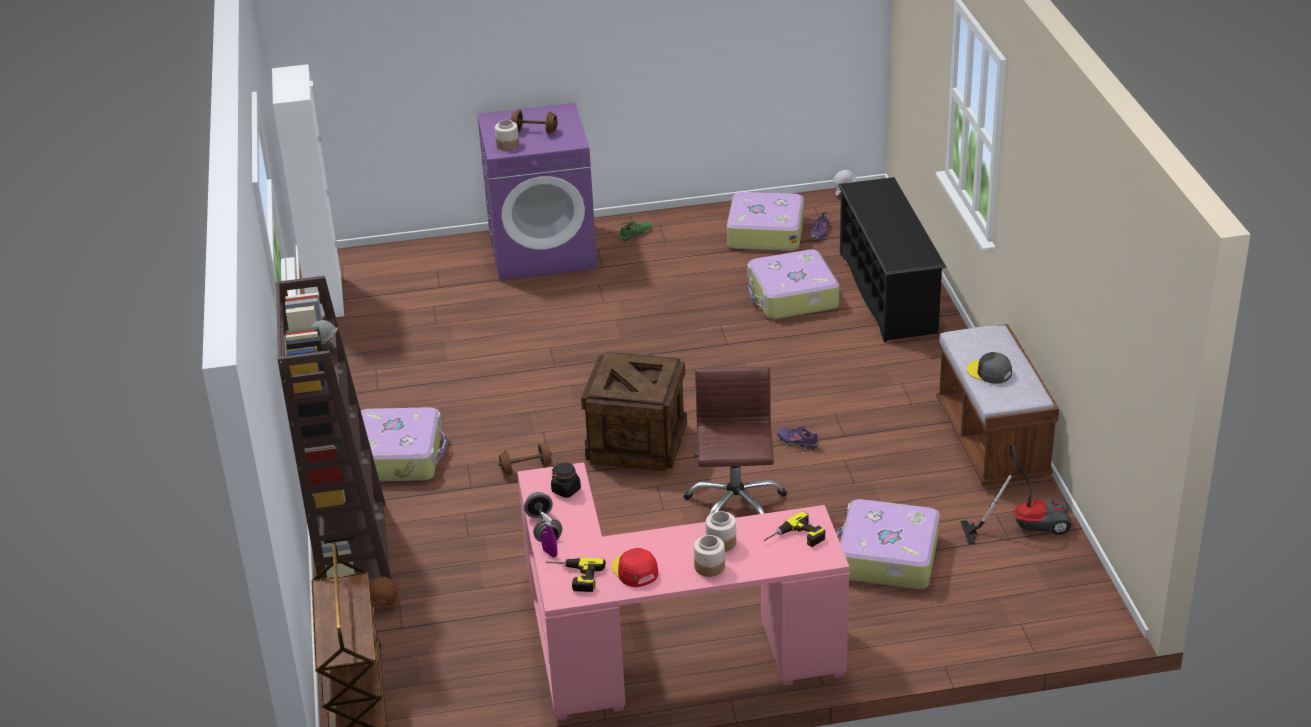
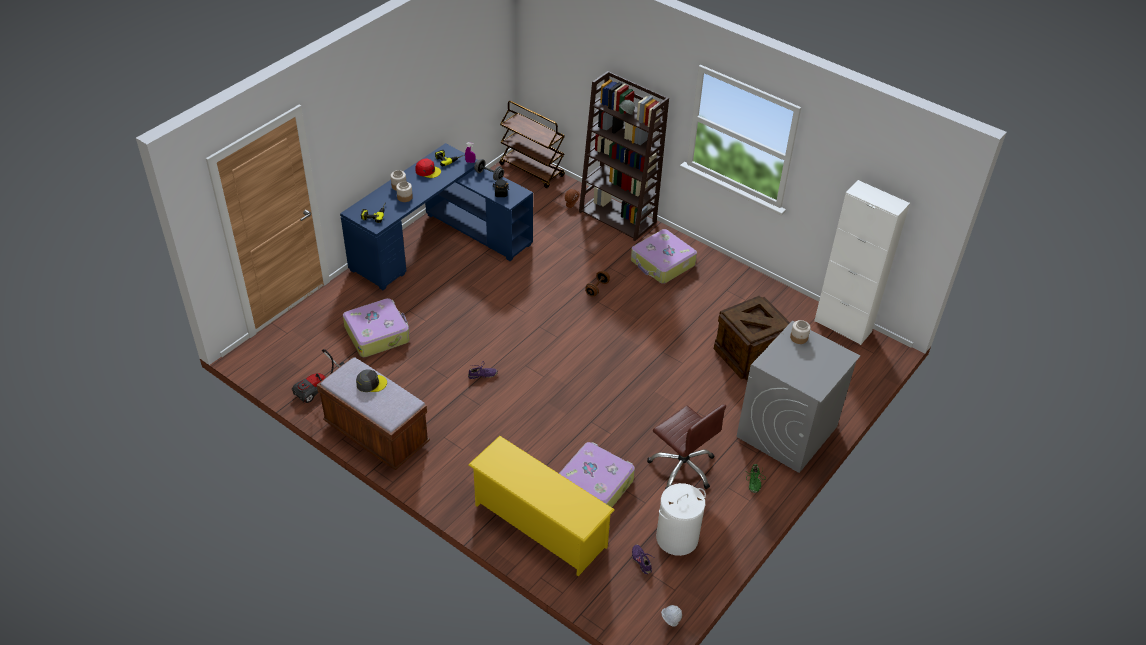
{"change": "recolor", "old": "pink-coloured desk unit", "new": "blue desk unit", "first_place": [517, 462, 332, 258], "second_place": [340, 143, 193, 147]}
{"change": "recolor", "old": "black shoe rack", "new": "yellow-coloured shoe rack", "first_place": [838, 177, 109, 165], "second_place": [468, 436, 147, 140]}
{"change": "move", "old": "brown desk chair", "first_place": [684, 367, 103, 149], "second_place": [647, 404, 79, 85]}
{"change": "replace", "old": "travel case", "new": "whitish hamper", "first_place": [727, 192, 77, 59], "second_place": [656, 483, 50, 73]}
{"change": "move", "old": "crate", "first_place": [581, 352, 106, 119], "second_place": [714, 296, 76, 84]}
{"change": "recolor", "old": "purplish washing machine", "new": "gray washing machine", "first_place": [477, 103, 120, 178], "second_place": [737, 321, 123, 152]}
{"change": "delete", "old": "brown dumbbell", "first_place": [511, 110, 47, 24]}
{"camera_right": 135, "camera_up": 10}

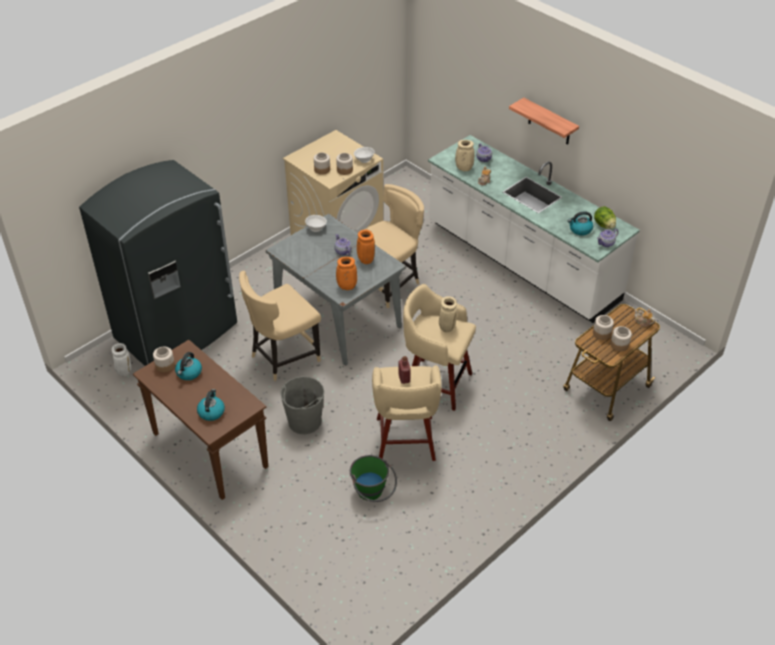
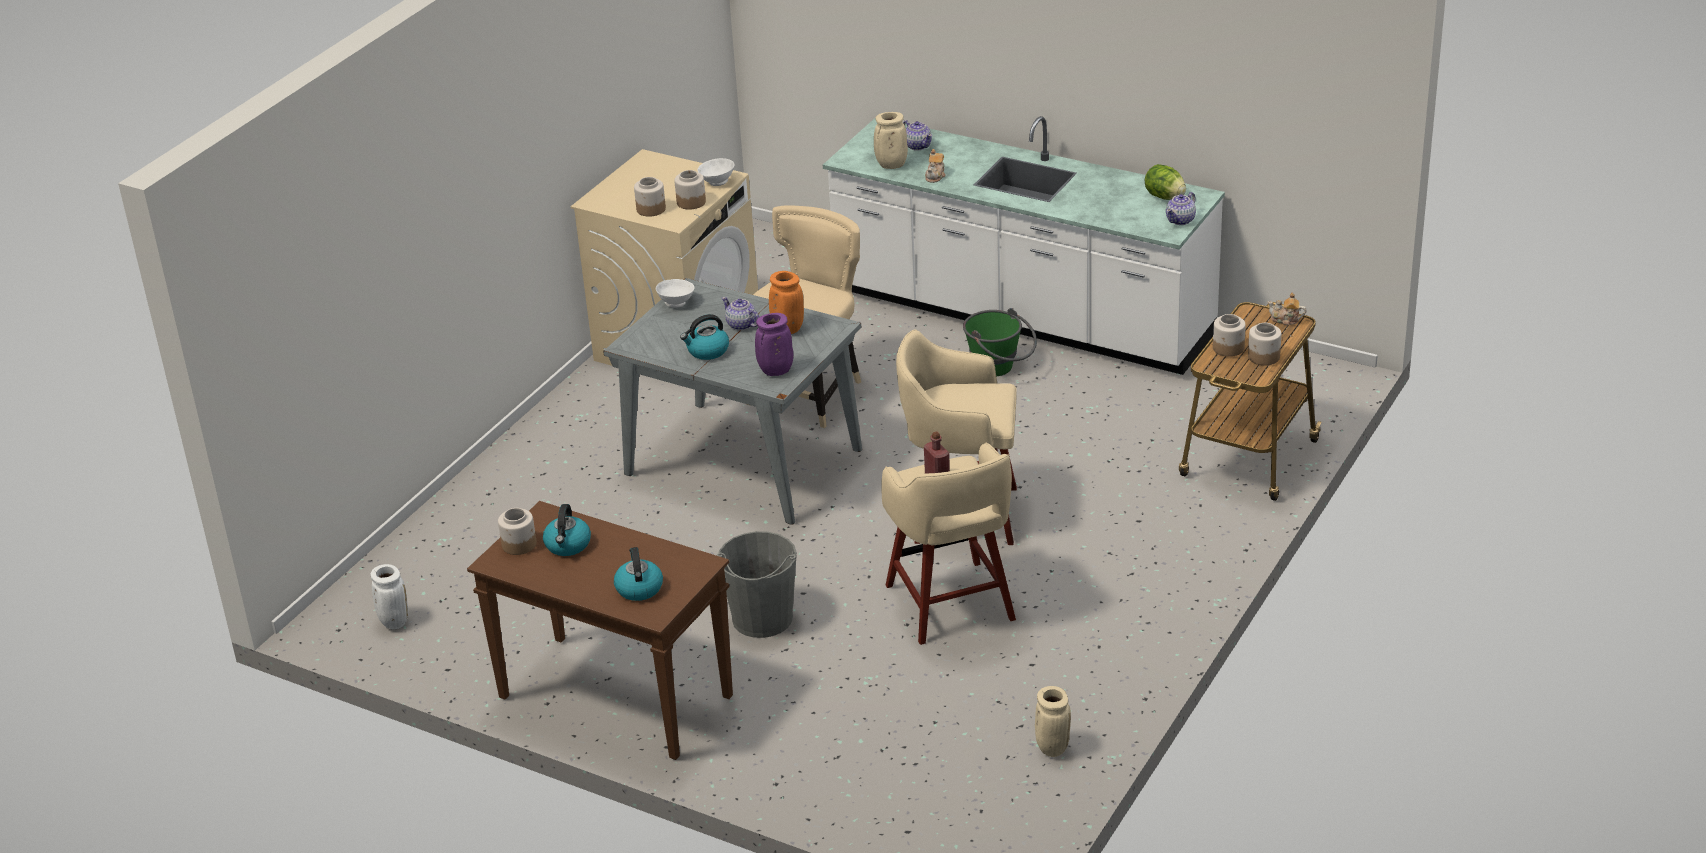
{"change": "move", "old": "kettle", "first_place": [568, 211, 25, 24], "second_place": [680, 314, 49, 46]}
{"change": "recolor", "old": "orange-coloured vase", "new": "purplish vase", "first_place": [336, 257, 21, 33], "second_place": [755, 313, 38, 63]}
{"change": "move", "old": "greenish bucket", "first_place": [350, 455, 47, 47], "second_place": [963, 308, 74, 68]}
{"change": "move", "old": "beige vase", "first_place": [439, 296, 19, 36], "second_place": [1035, 686, 36, 71]}
{"change": "delete", "old": "gray kitchen fridge", "first_place": [79, 160, 158, 206]}
{"change": "delete", "old": "beige chair", "first_place": [239, 271, 82, 110]}
{"change": "delete", "old": "shelf", "first_place": [509, 98, 70, 46]}
{"camera_right": -15, "camera_up": -10}

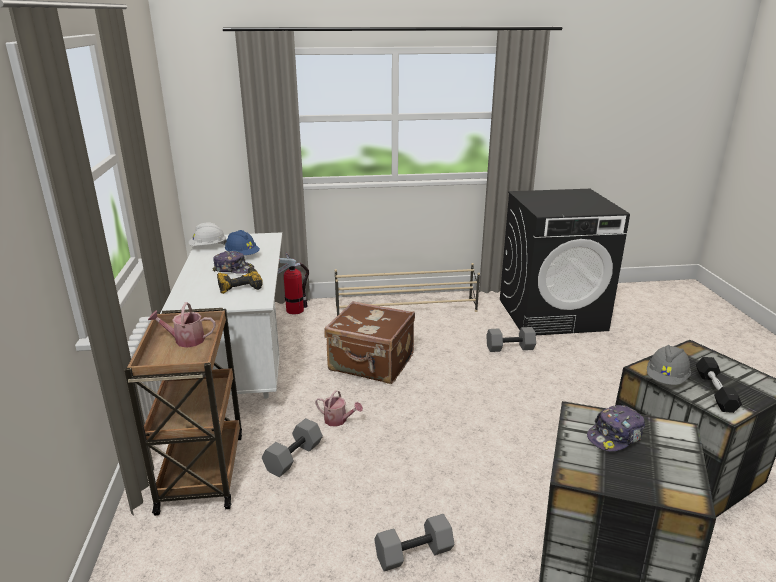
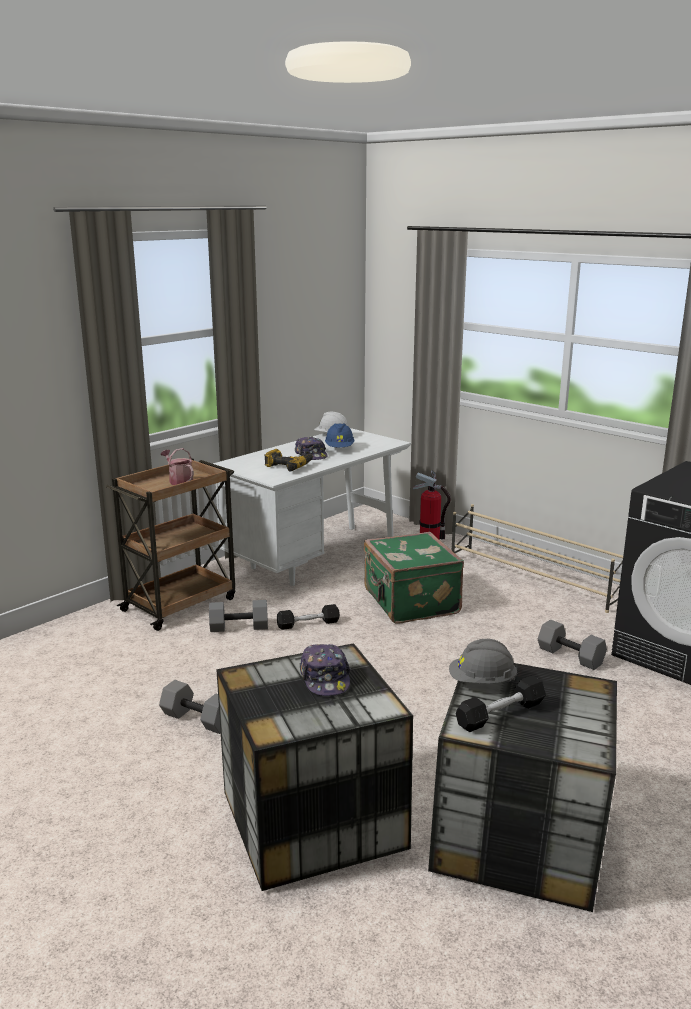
{"change": "replace", "old": "sprinkling can", "new": "black dumbbell", "first_place": [315, 390, 48, 37], "second_place": [277, 604, 63, 26]}
{"change": "rotate", "old": "peaked cap", "first_place": [587, 405, 58, 47], "second_place": [300, 644, 51, 52], "degrees": -120}
{"change": "recolor", "old": "brown travel case", "new": "greenish travel case", "first_place": [324, 301, 91, 83], "second_place": [364, 532, 100, 92]}
{"camera_right": 50, "camera_up": -5}

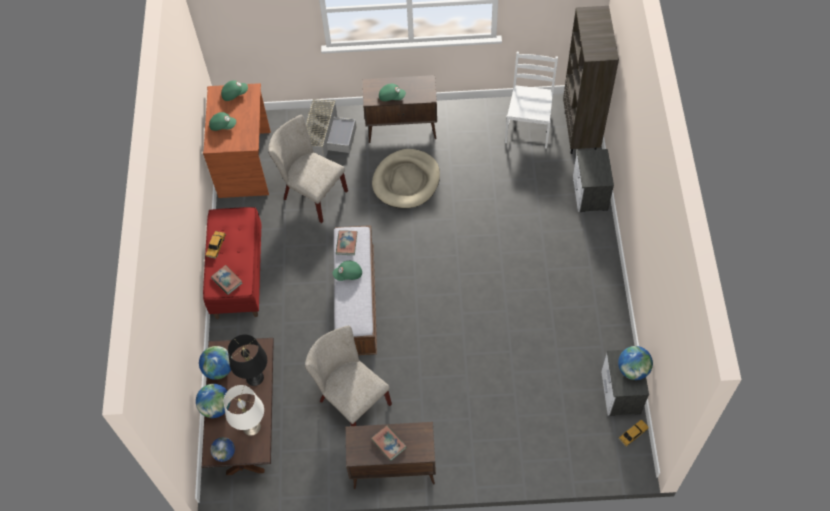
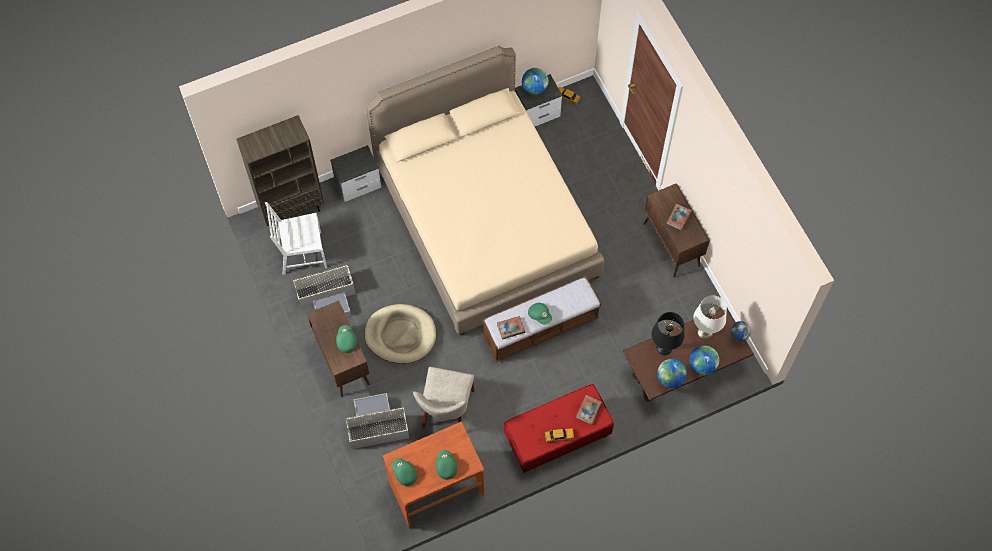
{"change": "insert", "new": "gray storage container", "second_place": [293, 265, 63, 52]}
{"change": "insert", "new": "beige bed", "second_place": [366, 46, 238, 290]}
{"change": "delete", "old": "beige chair", "first_place": [305, 325, 87, 101]}
{"camera_right": -115, "camera_up": 5}

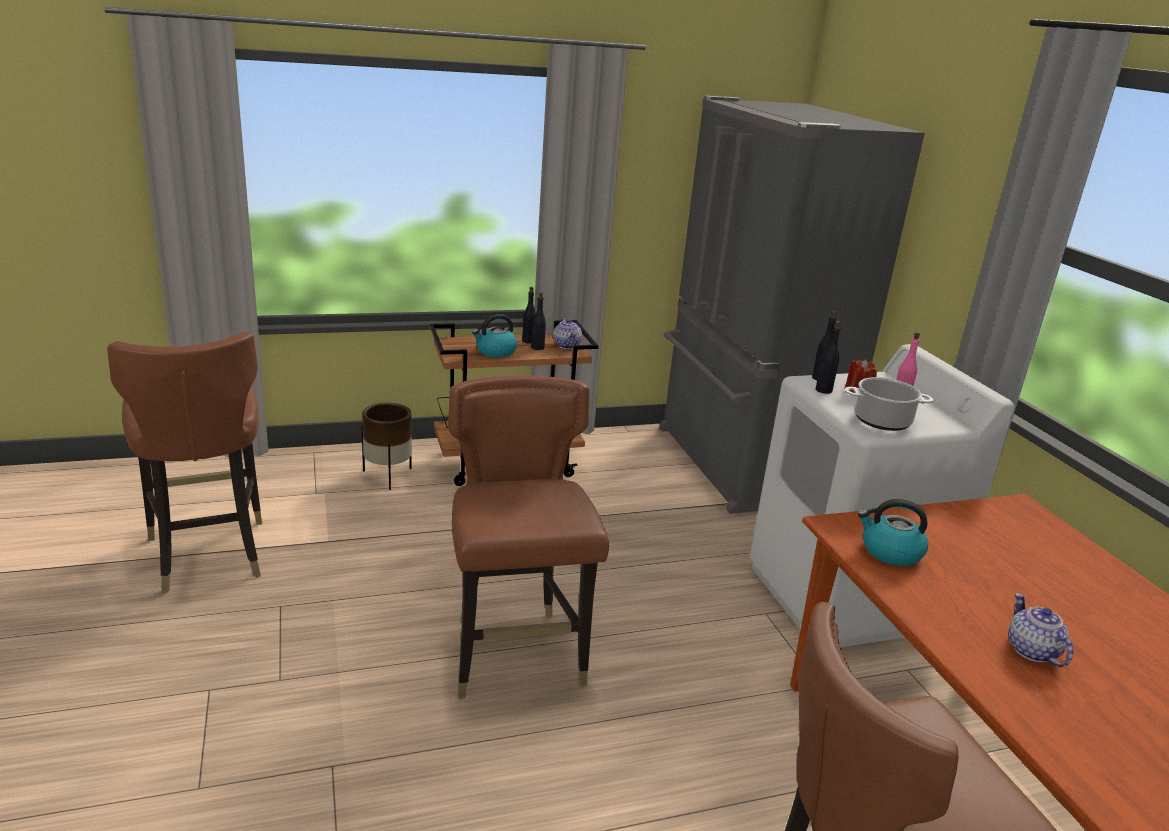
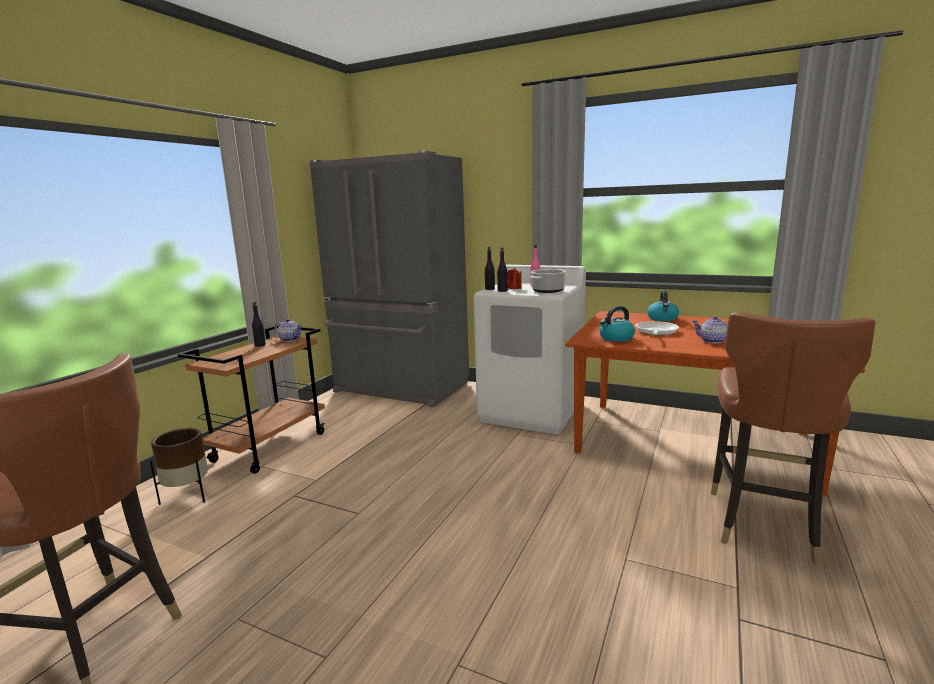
{"change": "insert", "new": "frying pan", "second_place": [635, 321, 44, 14]}
{"change": "move", "old": "kettle", "first_place": [472, 314, 46, 43], "second_place": [647, 290, 32, 31]}
{"change": "delete", "old": "brown chair", "first_place": [448, 375, 161, 324]}
{"change": "delete", "old": "black drink bottle", "first_place": [531, 292, 15, 58]}
{"camera_right": -45, "camera_up": -10}

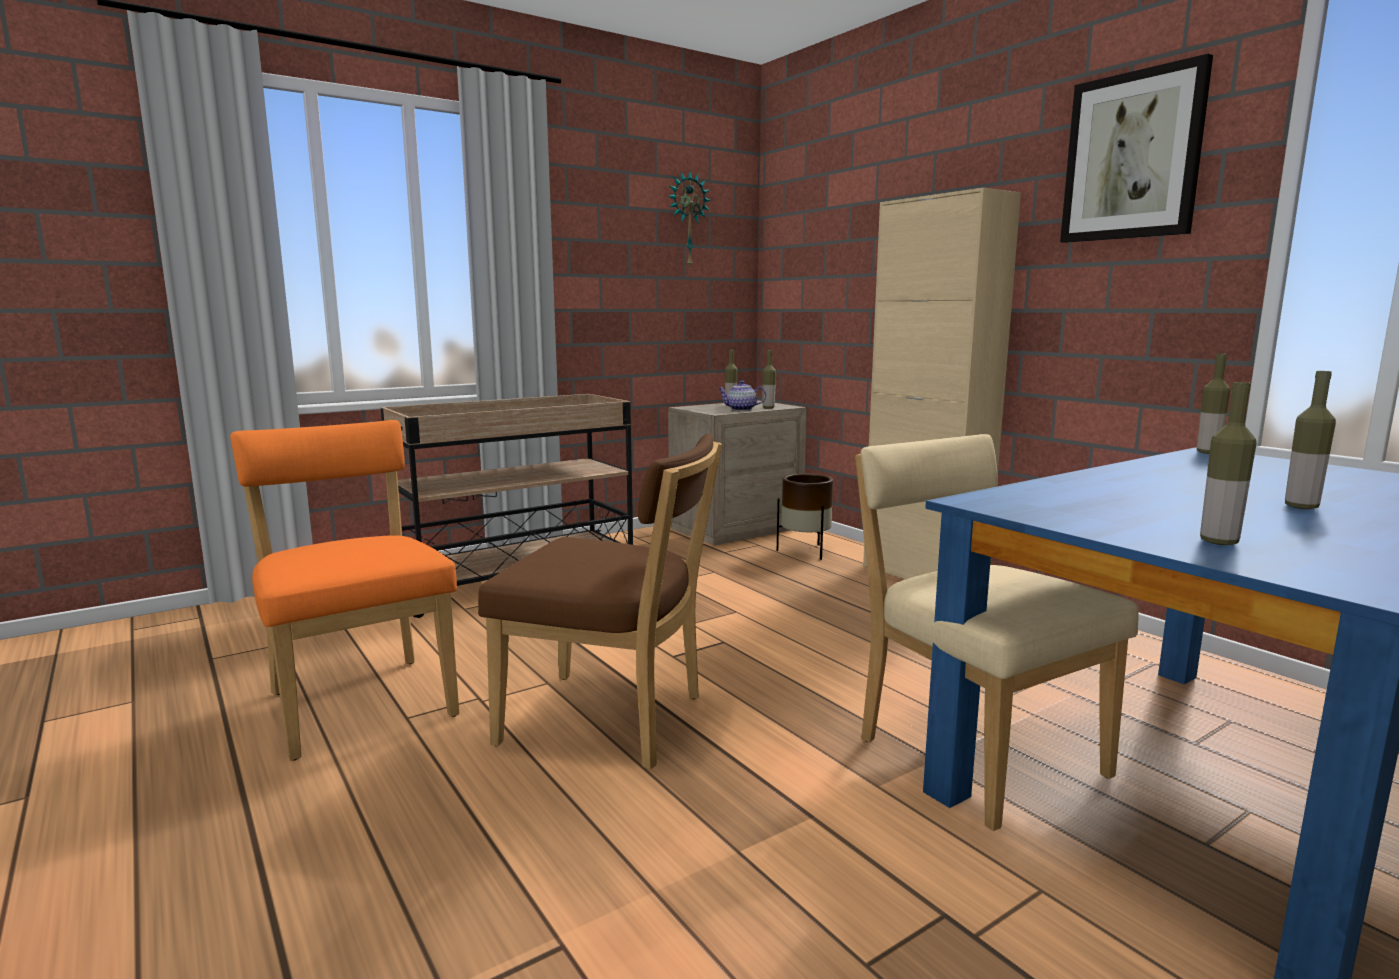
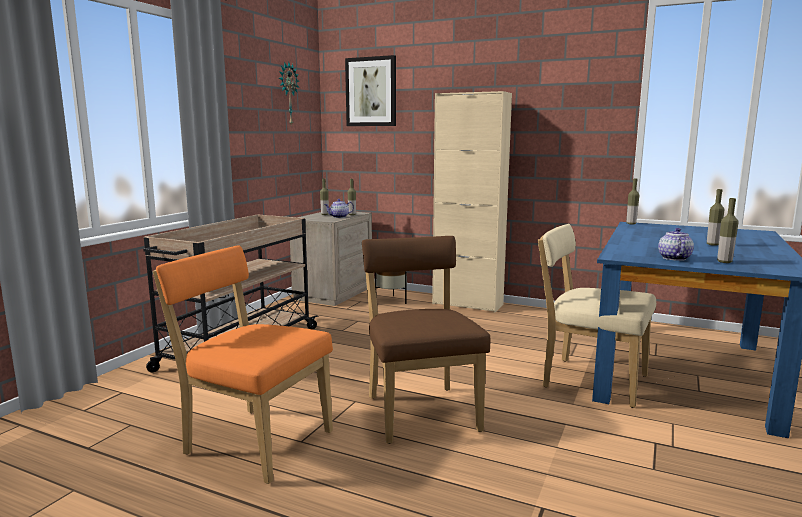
{"change": "move", "old": "wall art", "first_place": [1060, 54, 153, 189], "second_place": [345, 55, 51, 71]}
{"change": "rotate", "old": "brown chair", "first_place": [478, 433, 244, 337], "second_place": [362, 236, 128, 208], "degrees": -90}
{"change": "insert", "new": "pot for tea", "second_place": [658, 228, 36, 33]}
{"camera_right": -30, "camera_up": 0}

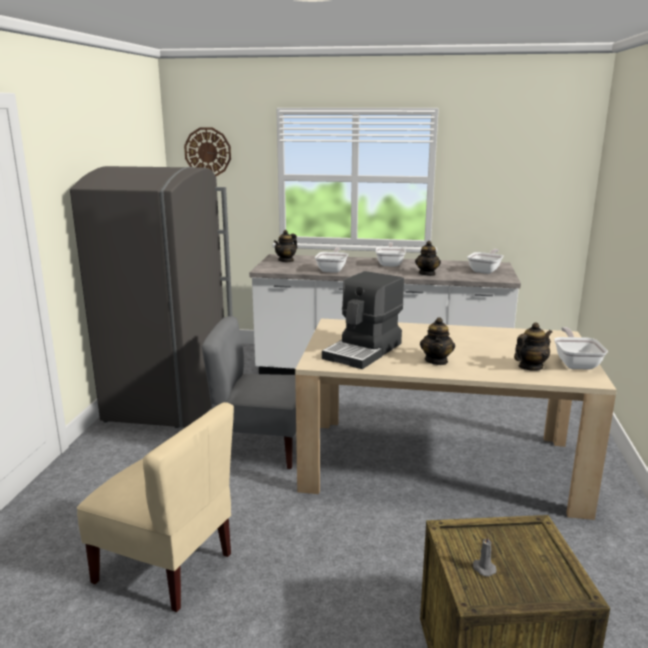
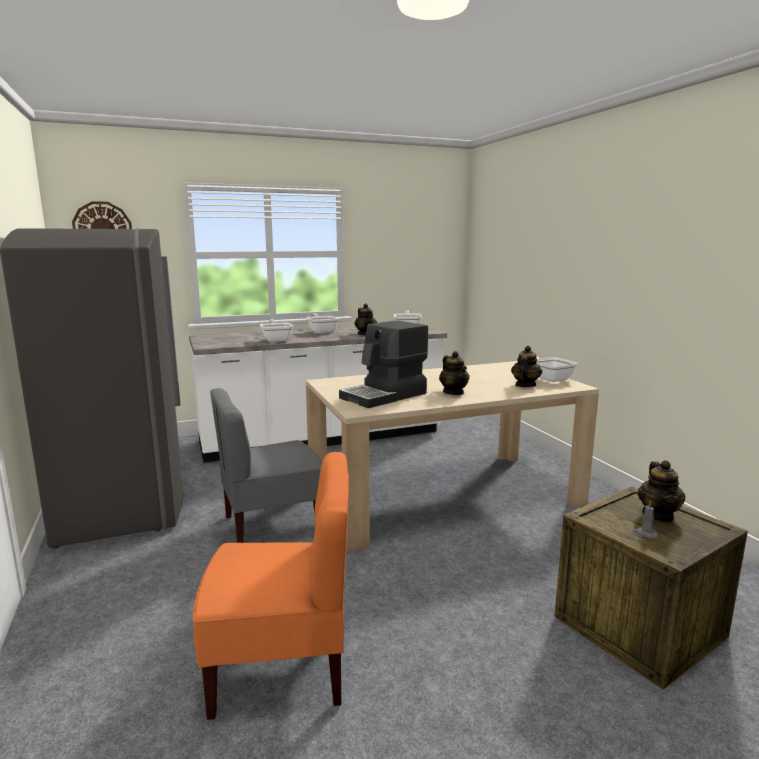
{"change": "recolor", "old": "beige chair", "new": "orange-coloured chair", "first_place": [77, 402, 157, 210], "second_place": [193, 452, 156, 268]}
{"change": "rotate", "old": "coffee maker", "first_place": [322, 271, 82, 98], "second_place": [339, 320, 89, 88], "degrees": 45}
{"change": "move", "old": "pot for tea", "first_place": [274, 230, 23, 32], "second_place": [638, 460, 48, 62]}
{"camera_right": -30, "camera_up": -5}

